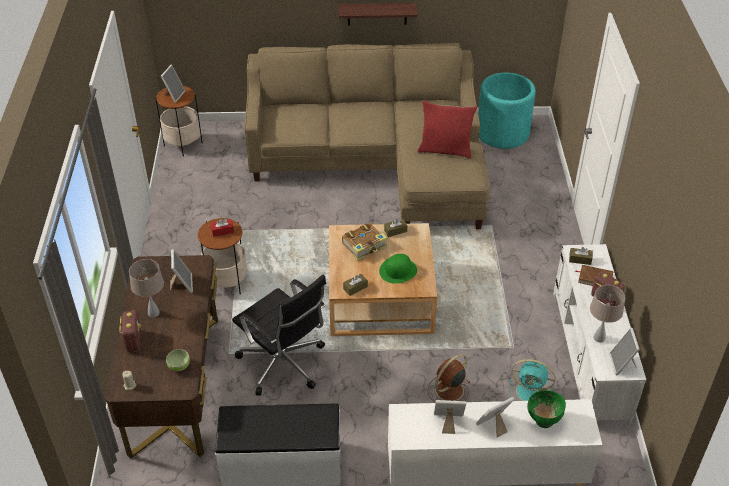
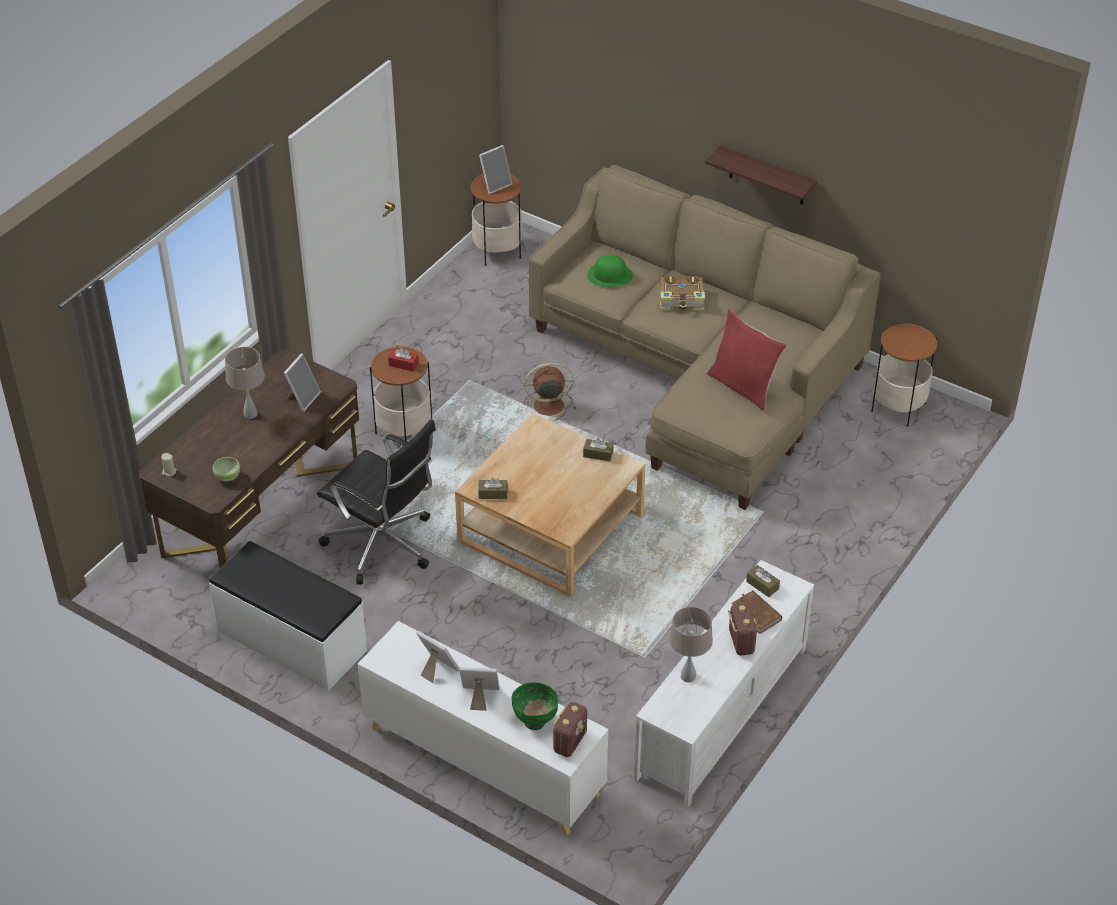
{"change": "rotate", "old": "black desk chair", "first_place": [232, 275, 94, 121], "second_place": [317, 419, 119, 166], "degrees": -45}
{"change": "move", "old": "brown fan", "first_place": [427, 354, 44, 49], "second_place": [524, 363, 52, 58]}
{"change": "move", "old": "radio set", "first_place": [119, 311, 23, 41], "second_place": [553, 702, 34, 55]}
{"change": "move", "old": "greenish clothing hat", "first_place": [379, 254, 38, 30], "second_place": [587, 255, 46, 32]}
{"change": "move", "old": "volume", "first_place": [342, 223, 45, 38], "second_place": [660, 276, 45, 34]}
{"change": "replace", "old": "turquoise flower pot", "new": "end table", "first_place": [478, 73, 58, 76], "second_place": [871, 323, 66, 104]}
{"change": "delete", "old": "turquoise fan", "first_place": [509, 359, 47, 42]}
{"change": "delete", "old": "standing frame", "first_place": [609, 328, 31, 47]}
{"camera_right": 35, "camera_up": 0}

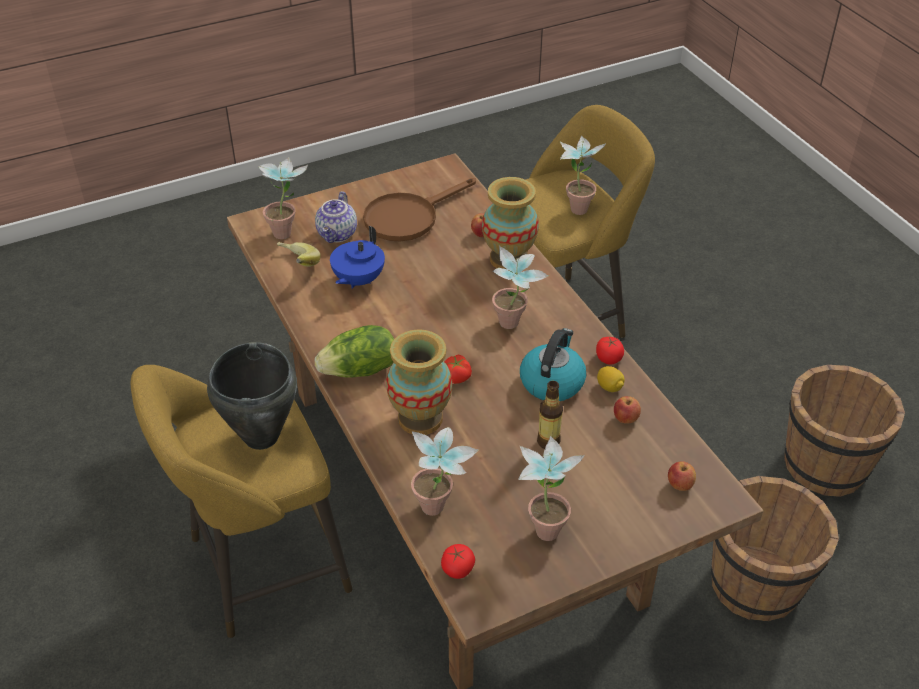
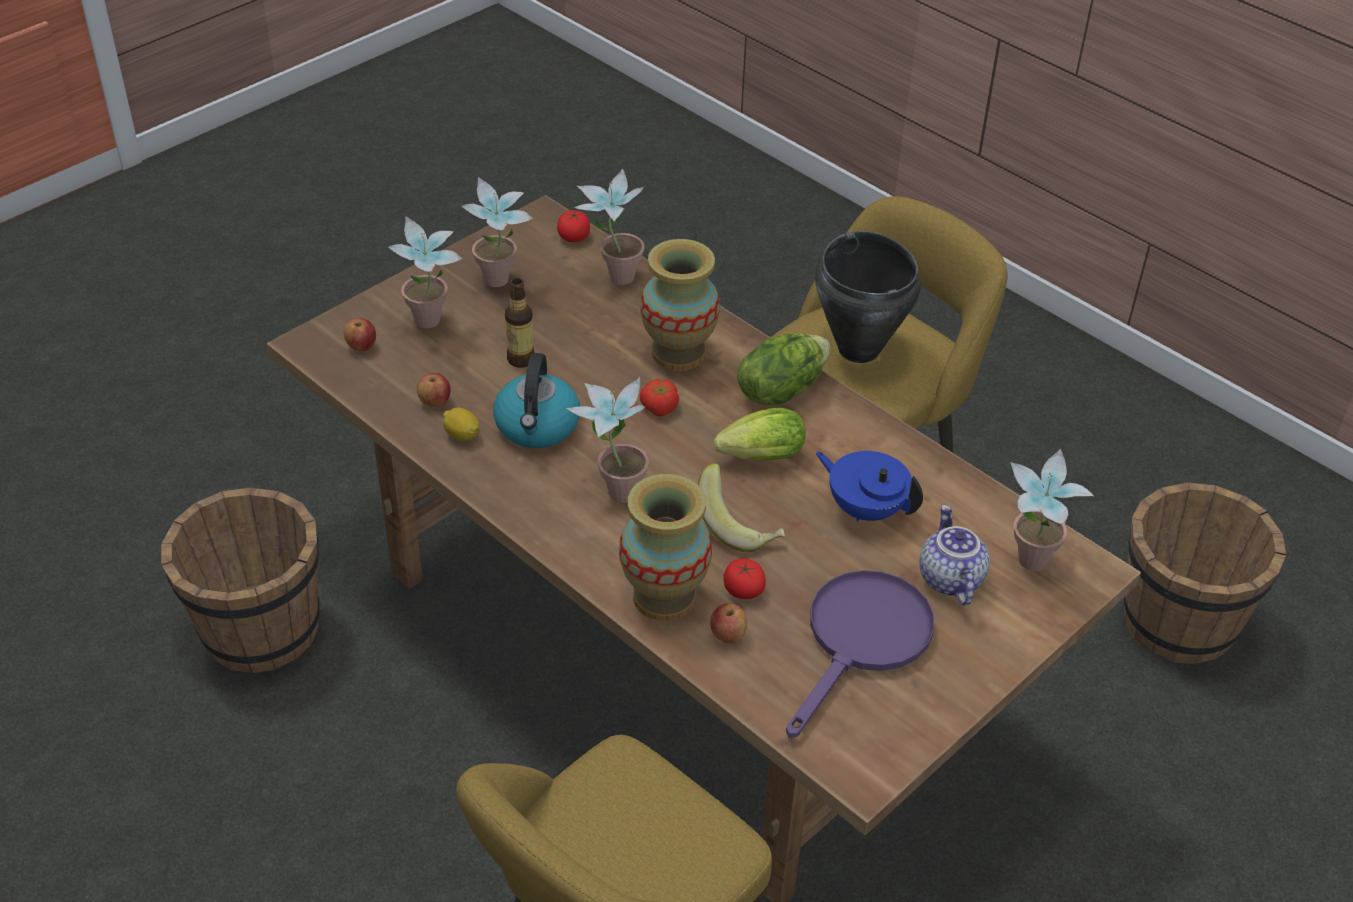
{"change": "move", "old": "potted plant", "first_place": [560, 136, 46, 79], "second_place": [388, 216, 74, 112]}
{"change": "move", "old": "banana fruit", "first_place": [277, 242, 43, 25], "second_place": [698, 463, 87, 89]}
{"change": "insert", "new": "lettuce head", "second_place": [714, 407, 92, 54]}
{"change": "move", "old": "fresh tomato", "first_place": [596, 337, 28, 27], "second_place": [723, 558, 43, 41]}
{"change": "recolor", "old": "brown frying pan", "new": "purplish frying pan", "first_place": [363, 178, 113, 64], "second_place": [786, 570, 148, 168]}
{"change": "rotate", "old": "blue pot for tea", "first_place": [330, 226, 55, 63], "second_place": [816, 451, 107, 70], "degrees": -60}
{"change": "move", "old": "brown bucket", "first_place": [784, 365, 121, 132], "second_place": [1124, 482, 162, 182]}
{"camera_right": 160, "camera_up": 0}

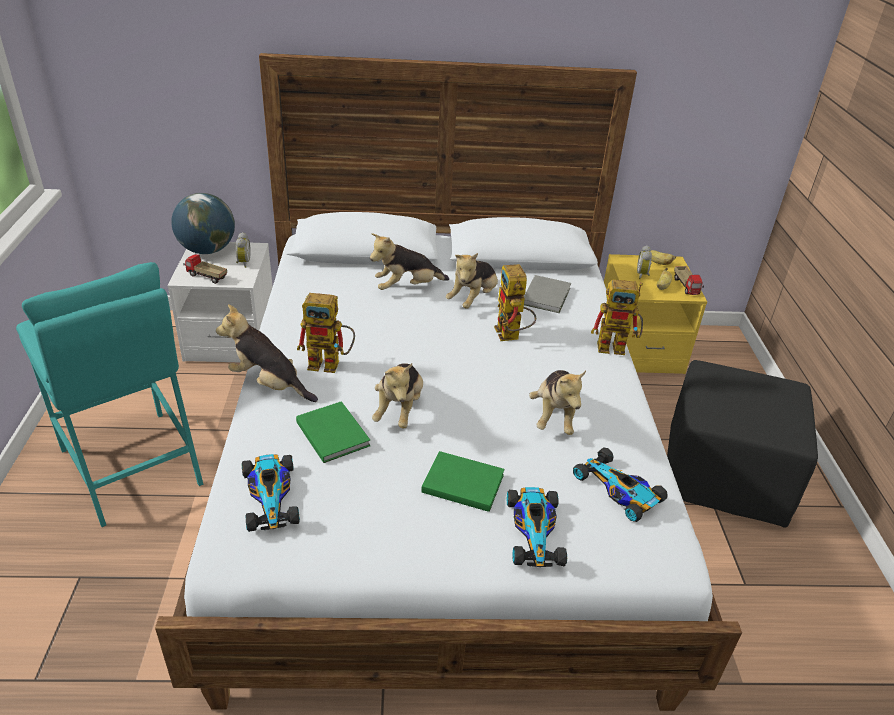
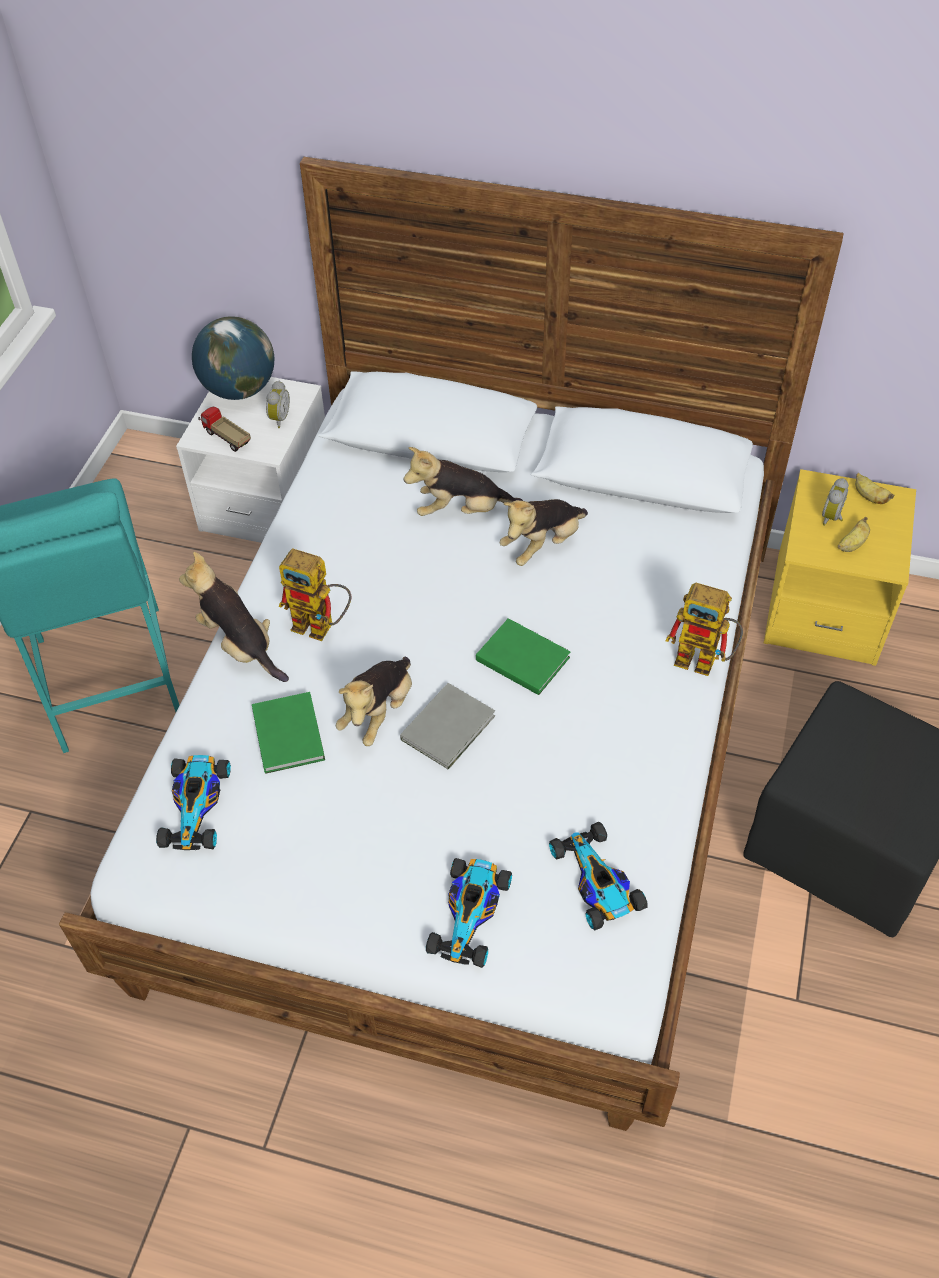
{"change": "move", "old": "gray volume", "first_place": [524, 275, 47, 38], "second_place": [400, 683, 95, 87]}
{"change": "move", "old": "greenish volume", "first_place": [421, 451, 84, 61], "second_place": [476, 618, 95, 77]}
{"change": "delete", "old": "model robot", "first_place": [494, 264, 42, 77]}
{"change": "delete", "old": "plush toy", "first_place": [529, 370, 57, 65]}
{"change": "delete", "old": "toy truck", "first_place": [674, 266, 30, 29]}
{"camera_right": 20, "camera_up": 15}

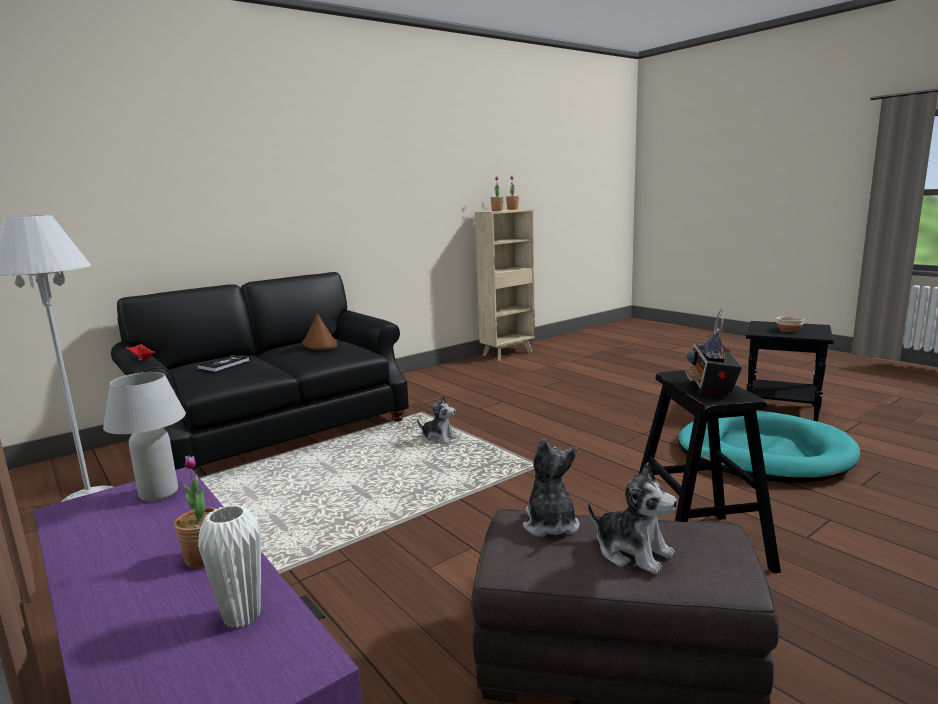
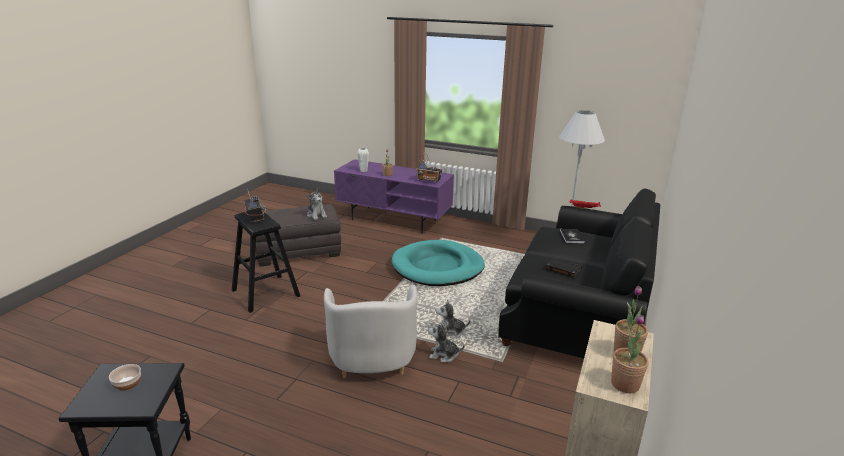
{"change": "insert", "new": "whitish lounge chair", "second_place": [324, 285, 93, 93]}
{"change": "move", "old": "turquoise pet bed", "first_place": [678, 411, 182, 72], "second_place": [392, 240, 93, 46]}
{"change": "replace", "old": "whitish lamp for a table", "new": "radio set", "first_place": [103, 372, 83, 129], "second_place": [416, 153, 26, 30]}
{"change": "move", "old": "plush toy", "first_place": [588, 463, 89, 111], "second_place": [428, 321, 37, 42]}
{"change": "replace", "old": "brown clothing hat", "new": "black volume", "first_place": [302, 314, 35, 36], "second_place": [546, 257, 36, 21]}
{"camera_right": 150, "camera_up": 10}

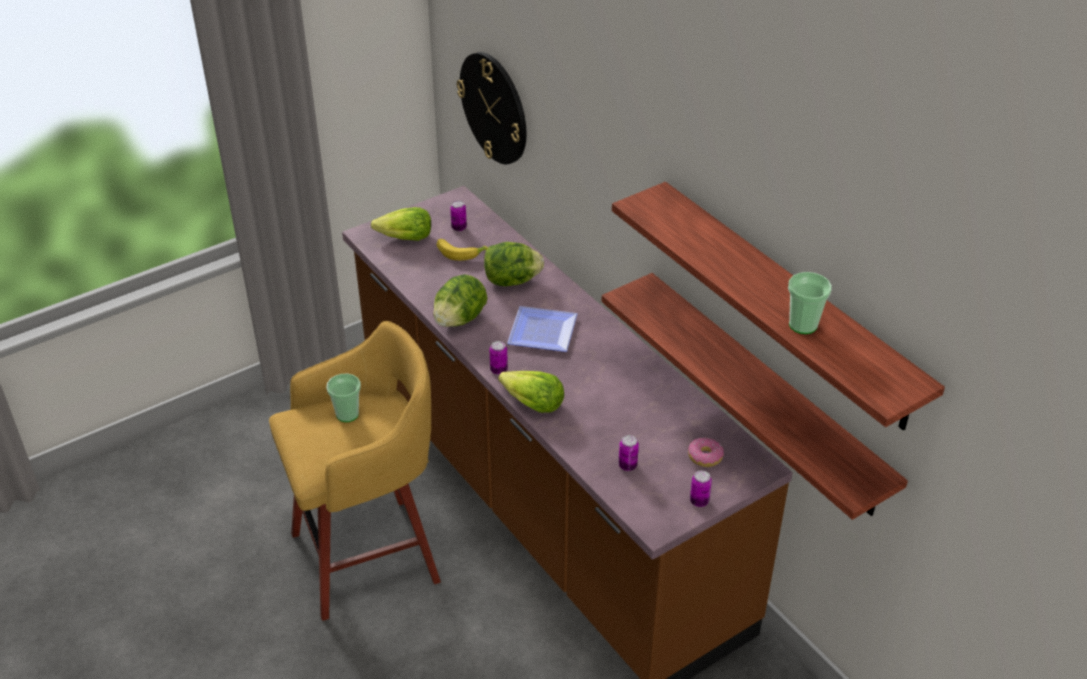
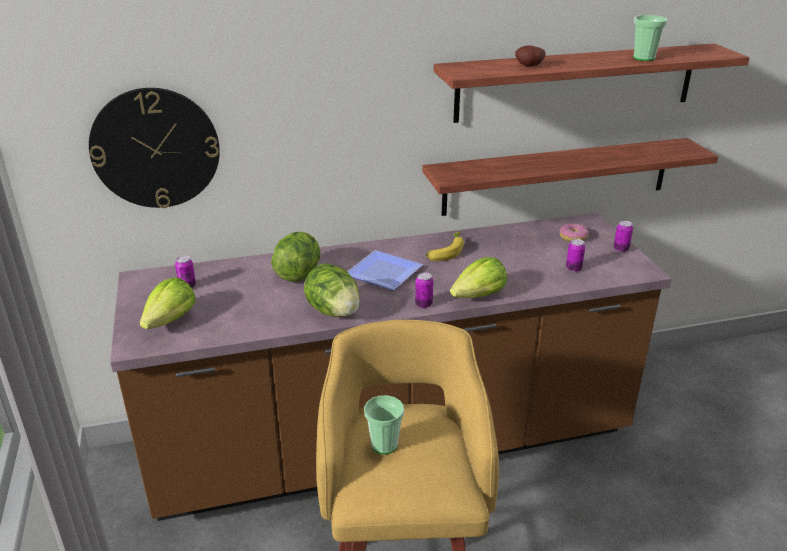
{"change": "move", "old": "banana fruit", "first_place": [436, 239, 53, 22], "second_place": [426, 232, 38, 29]}
{"change": "insert", "new": "spud", "second_place": [515, 46, 31, 21]}
{"camera_right": -70, "camera_up": -10}

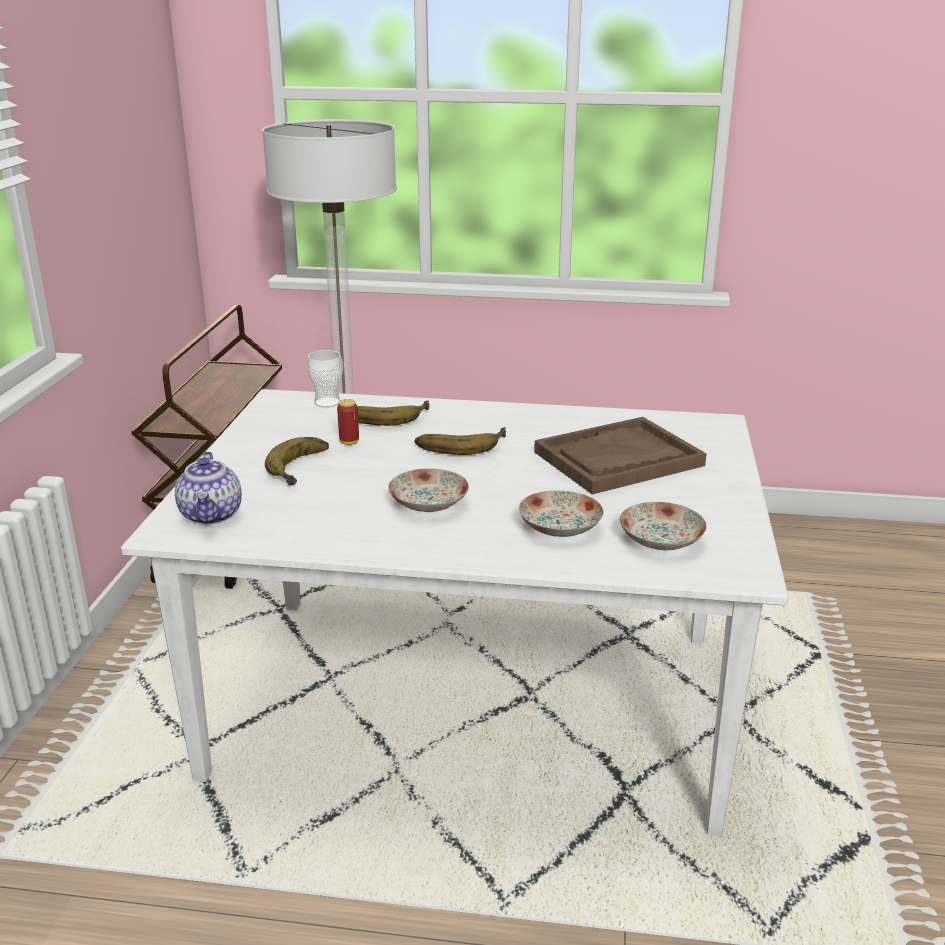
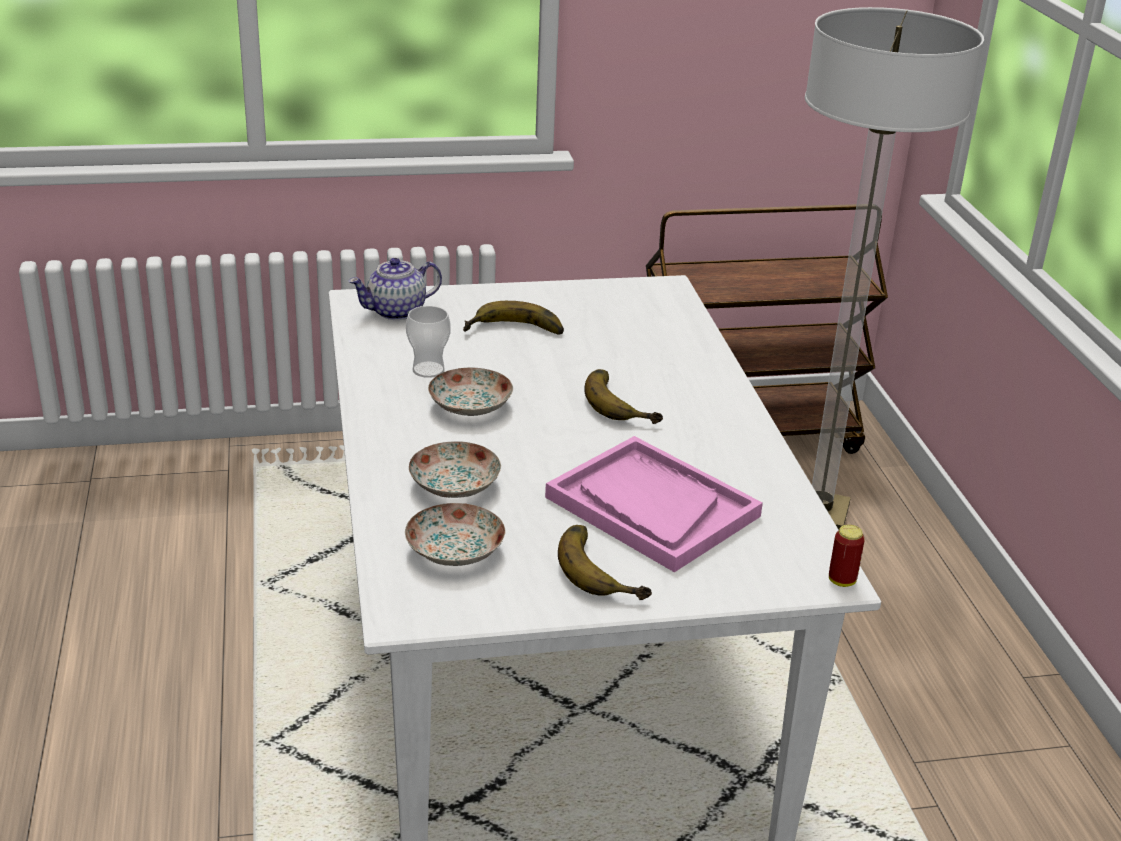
{"change": "move", "old": "cup", "first_place": [307, 350, 36, 58], "second_place": [406, 306, 45, 72]}
{"change": "recolor", "old": "brown carrying tray", "new": "pink-coloured carrying tray", "first_place": [534, 417, 173, 77], "second_place": [545, 436, 218, 136]}
{"change": "move", "old": "banana fruit", "first_place": [358, 400, 71, 26], "second_place": [558, 525, 94, 75]}
{"change": "move", "old": "can", "first_place": [337, 399, 22, 46], "second_place": [829, 525, 36, 62]}
{"camera_right": 70, "camera_up": 5}

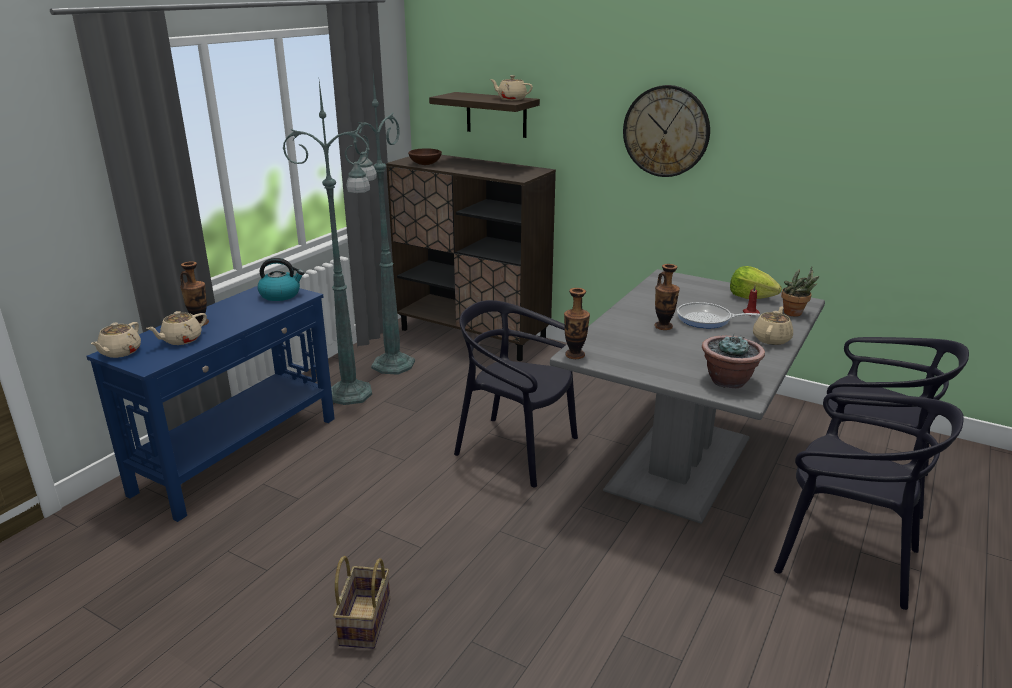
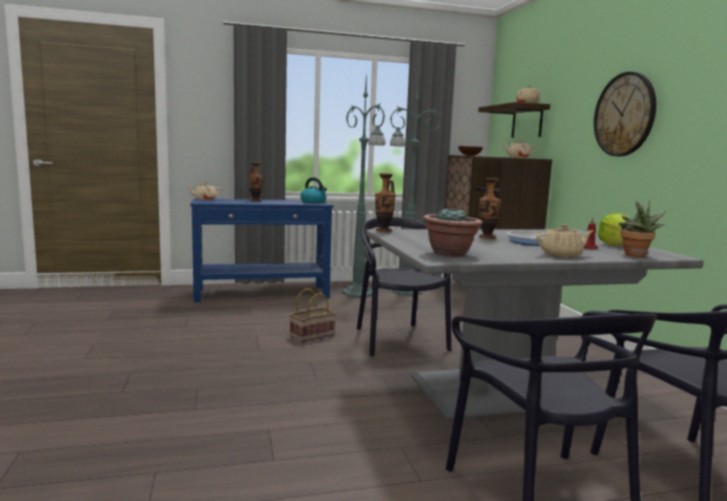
{"change": "move", "old": "basket", "first_place": [333, 556, 57, 93], "second_place": [289, 289, 47, 54]}
{"change": "move", "old": "beige pot for tea", "first_place": [146, 311, 61, 34], "second_place": [502, 140, 35, 18]}
{"camera_right": 45, "camera_up": -15}

